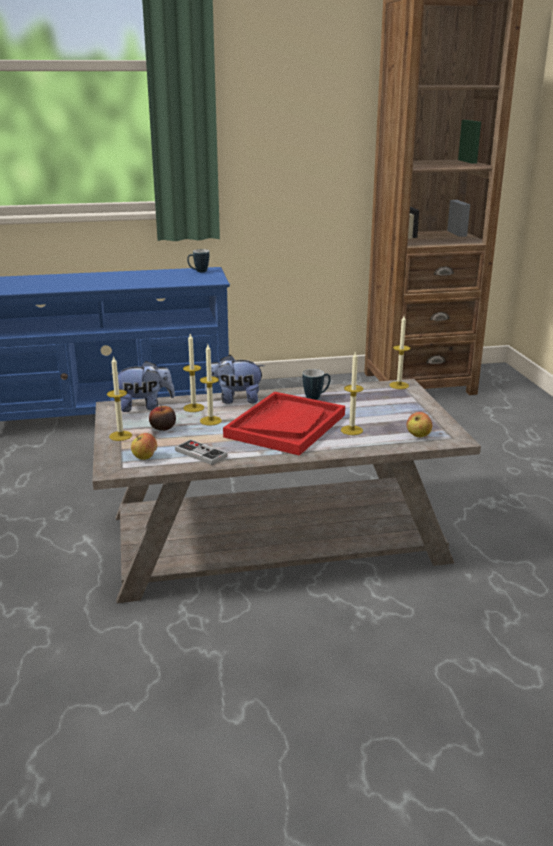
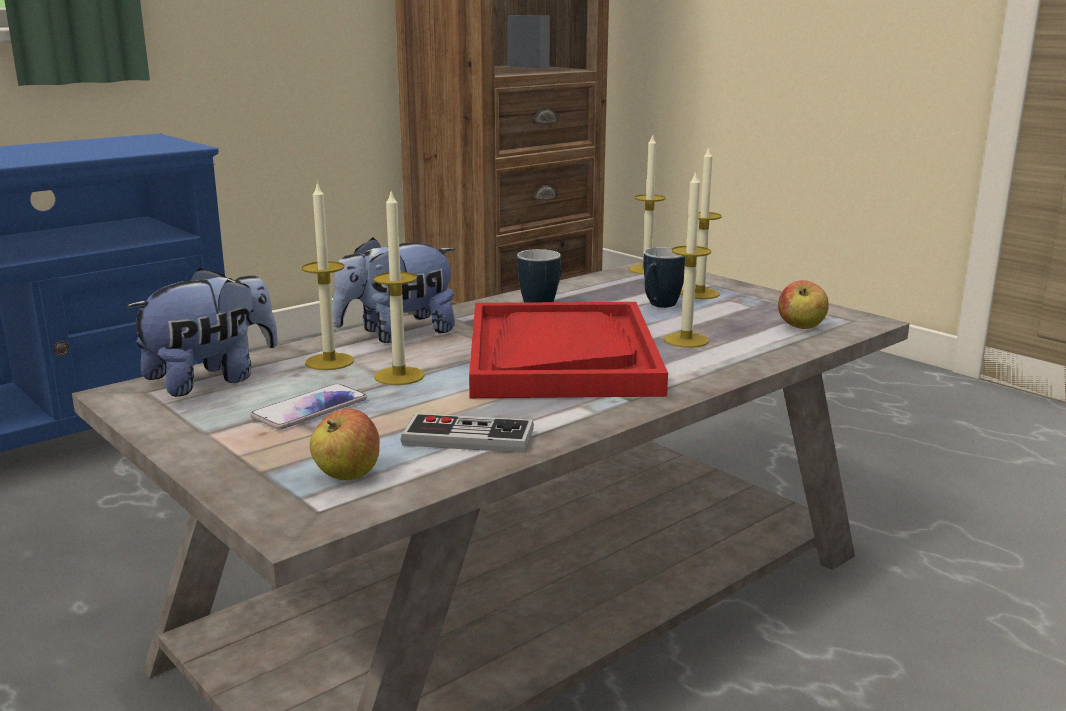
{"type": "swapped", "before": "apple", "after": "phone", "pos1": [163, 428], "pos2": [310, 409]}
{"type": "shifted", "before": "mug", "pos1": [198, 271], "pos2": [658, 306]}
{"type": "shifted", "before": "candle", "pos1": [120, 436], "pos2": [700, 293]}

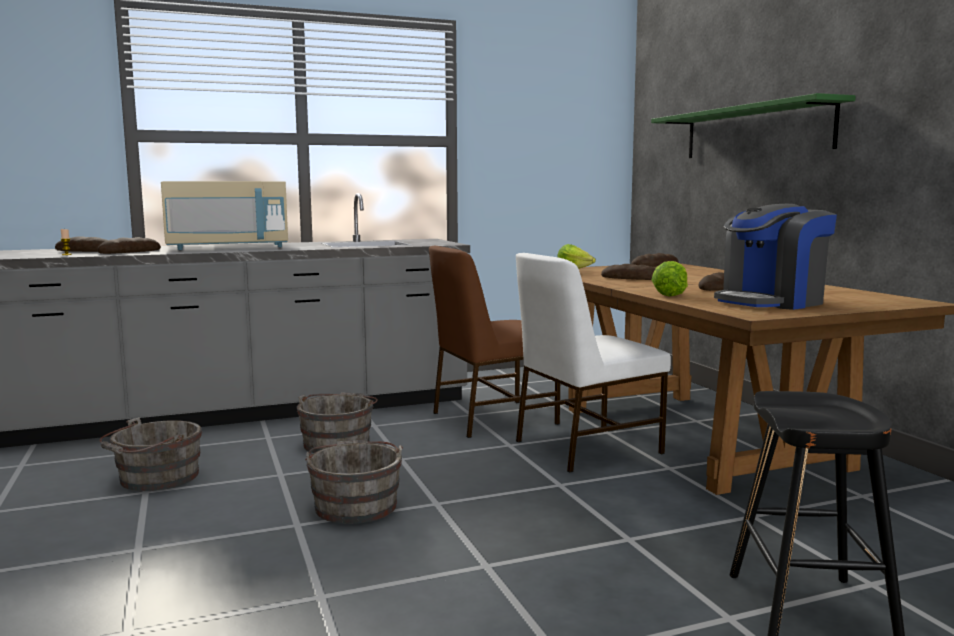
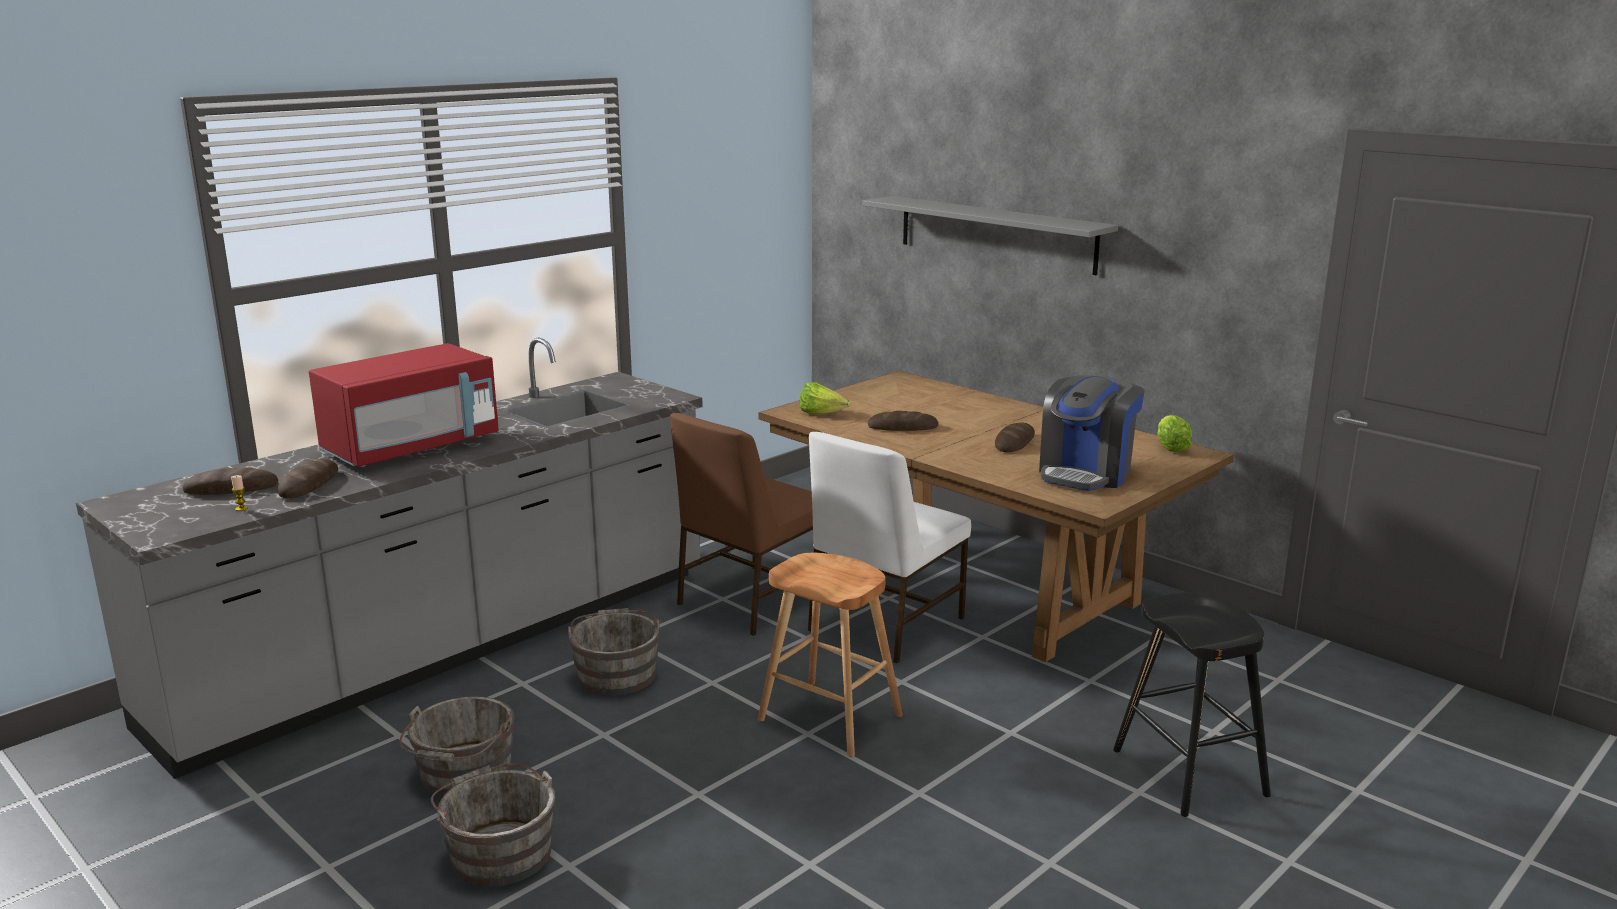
{"type": "repainted", "before": "microwave (beige)", "after": "microwave (red)", "pos1": [228, 247], "pos2": [412, 447]}
{"type": "shifted", "before": "bucket (grey)", "pos1": [355, 504], "pos2": [498, 851]}
{"type": "new", "after": "stool (brown)", "pos2": [829, 718]}
{"type": "repainted", "before": "shelf (green)", "after": "shelf (grey)", "pos1": [755, 131], "pos2": [995, 234]}
{"type": "shifted", "before": "lettuce", "pos1": [670, 295], "pos2": [1171, 448]}
{"type": "gone", "before": "bread", "pos1": [655, 265]}

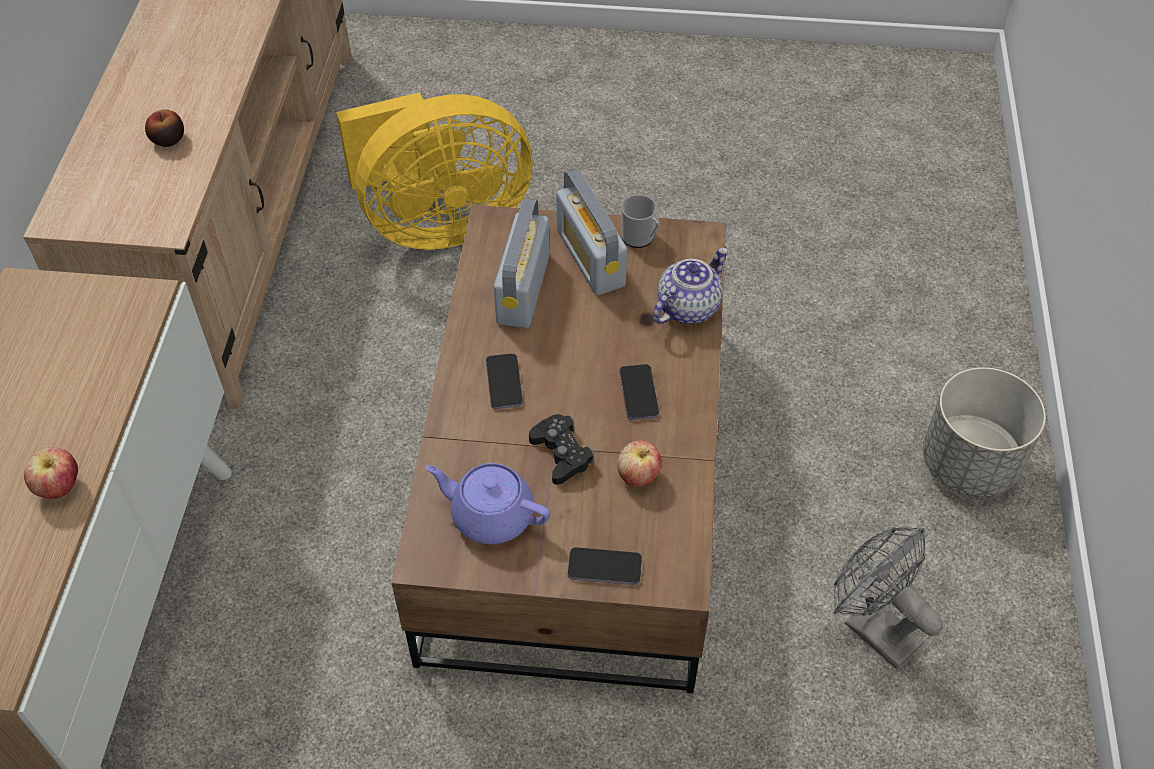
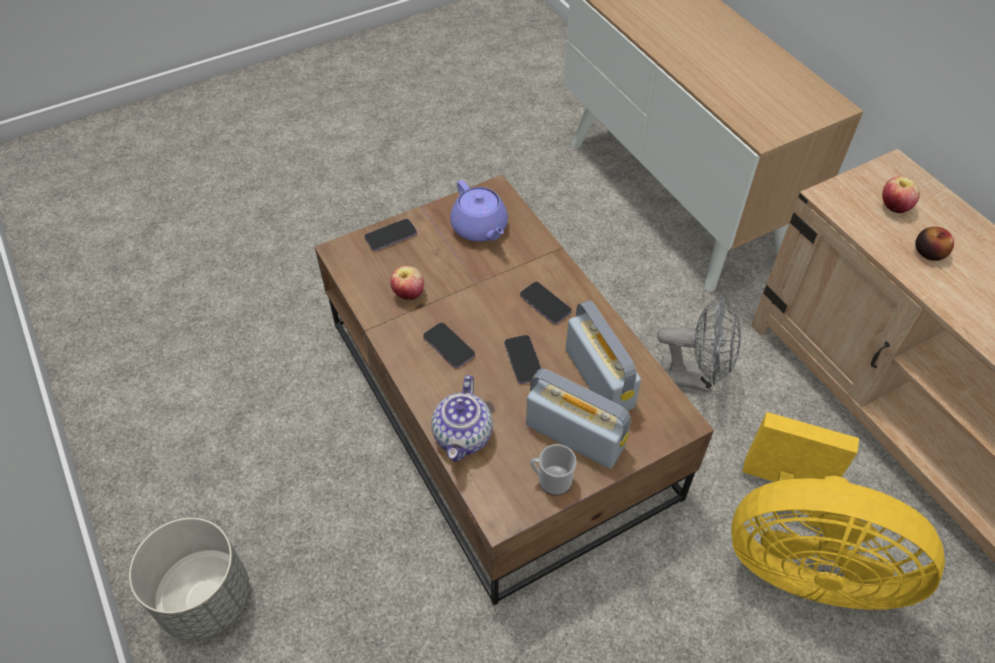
{"type": "rotated", "before": "teapot (purple)", "pos1": [490, 515], "pos2": [480, 228], "turn": 75}
{"type": "new", "after": "phone", "pos2": [523, 360]}
{"type": "shifted", "before": "fan (grey)", "pos1": [872, 627], "pos2": [693, 377]}
{"type": "rotated", "before": "fan (yellow)", "pos1": [439, 224], "pos2": [801, 560], "turn": -105}
{"type": "shifted", "before": "apple", "pos1": [59, 487], "pos2": [894, 207]}
{"type": "gone", "before": "game controller (black)", "pos1": [561, 454]}

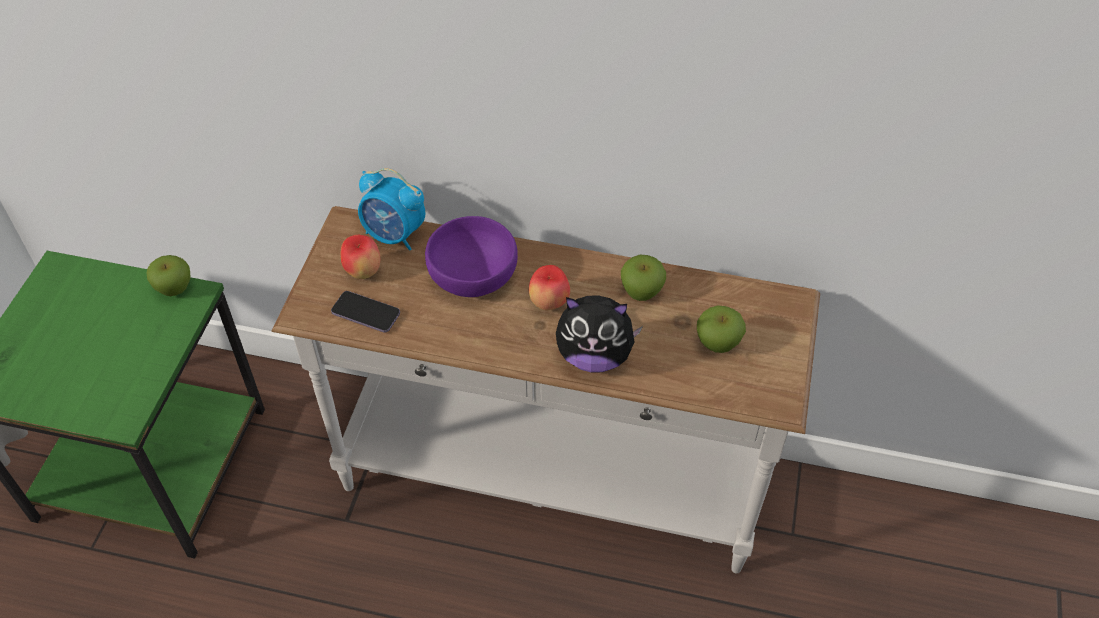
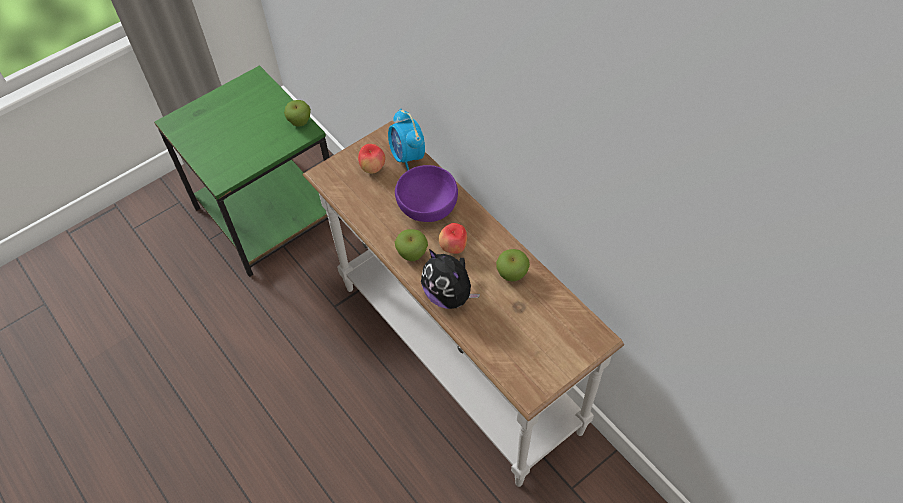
{"type": "shifted", "before": "apple", "pos1": [717, 344], "pos2": [412, 254]}
{"type": "gone", "before": "phone", "pos1": [366, 313]}

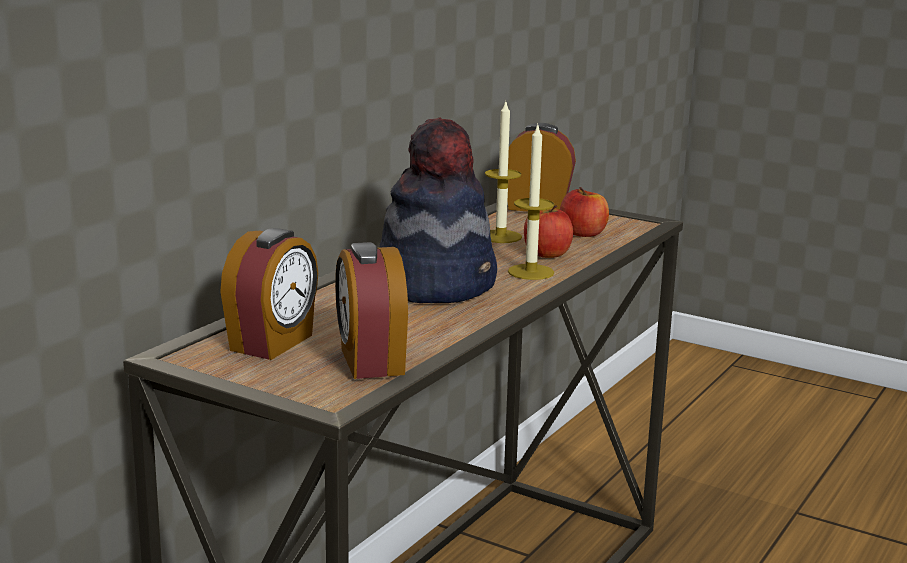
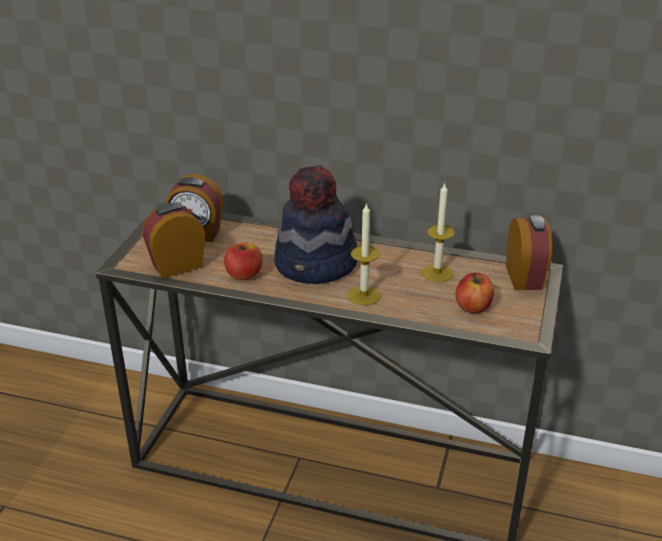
{"type": "shifted", "before": "apple", "pos1": [547, 254], "pos2": [244, 274]}

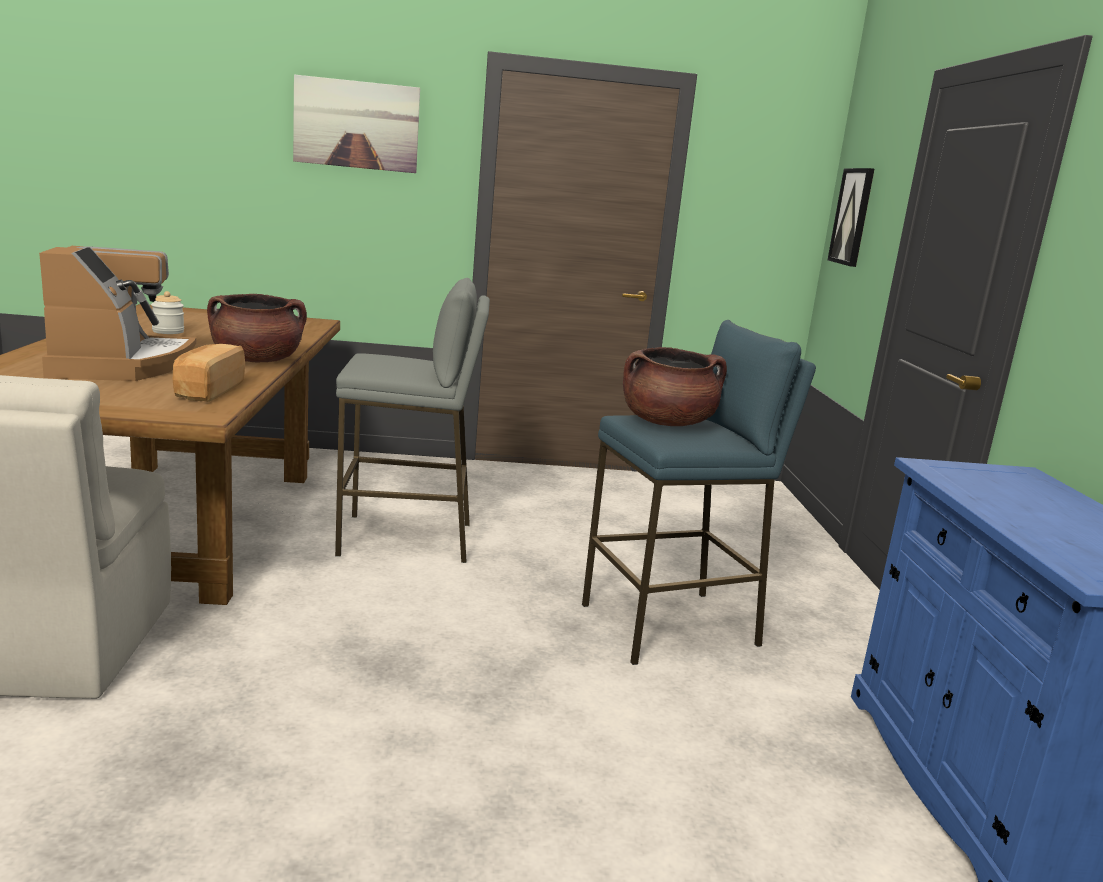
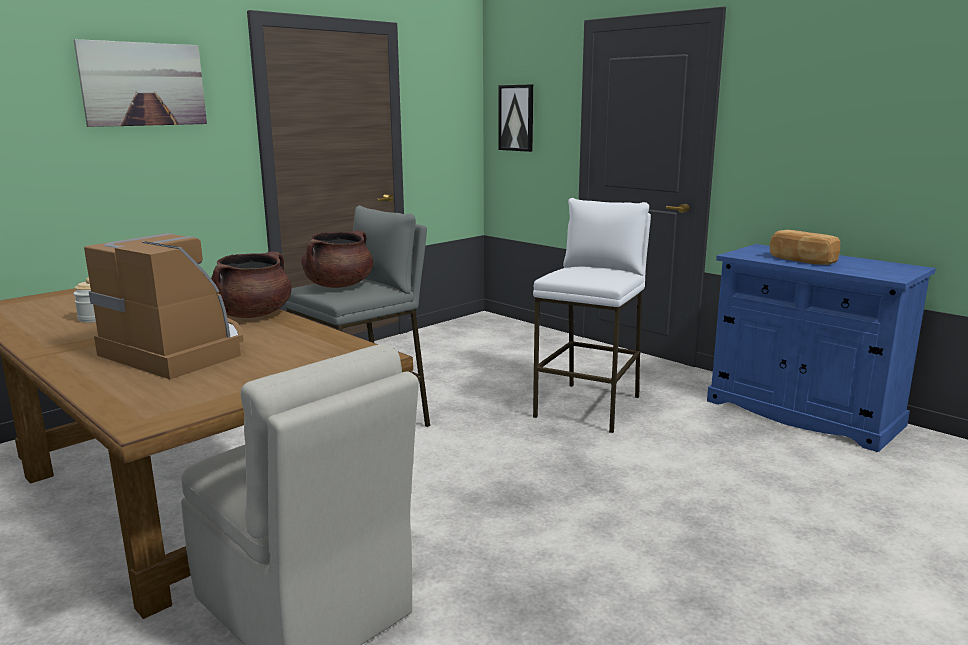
{"type": "shifted", "before": "cooking pot (brown)", "pos1": [667, 423], "pos2": [339, 285]}
{"type": "repainted", "before": "stool (blue)", "after": "stool (white)", "pos1": [671, 626], "pos2": [589, 407]}
{"type": "shifted", "before": "bread", "pos1": [207, 391], "pos2": [801, 260]}

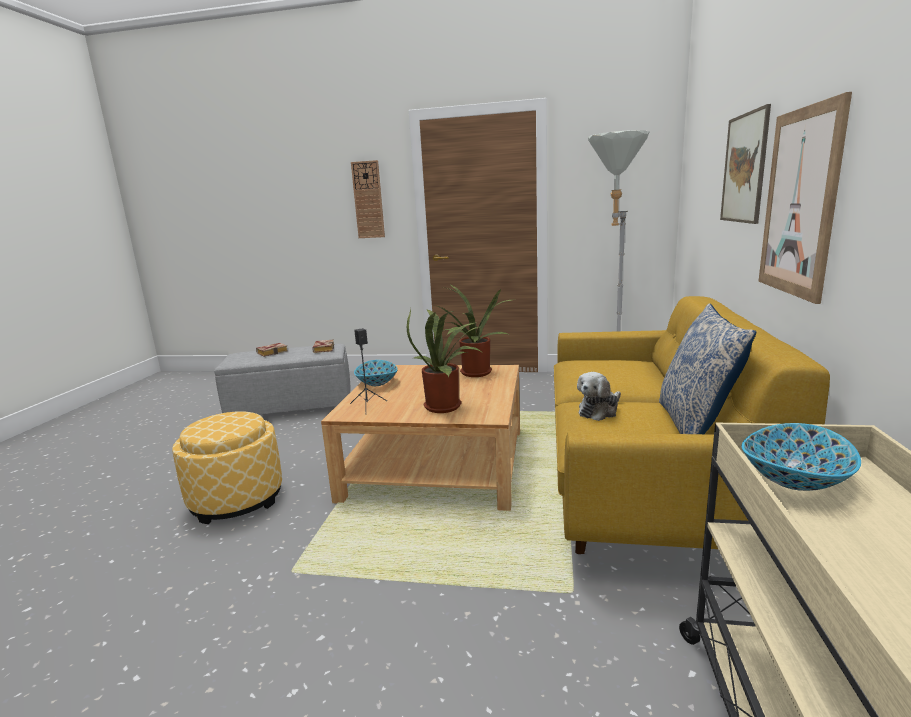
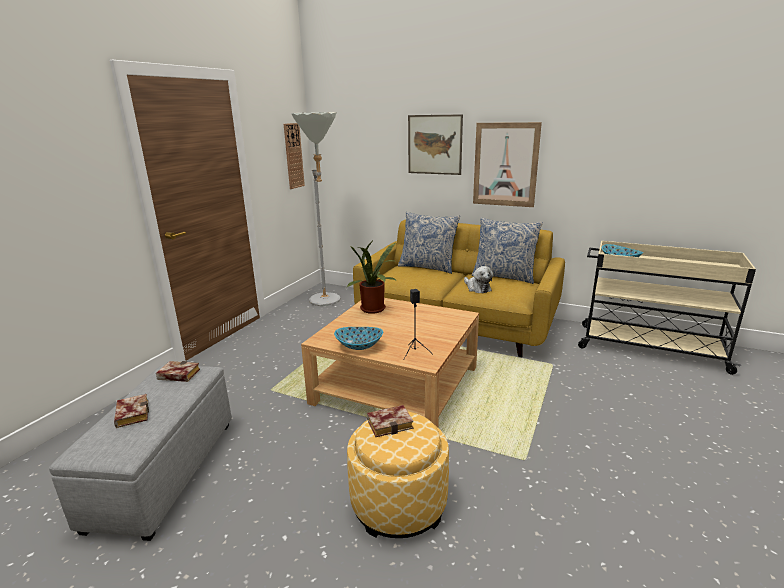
{"type": "shifted", "before": "wall clock", "pos1": [368, 200], "pos2": [293, 156]}
{"type": "new", "after": "book", "pos2": [391, 423]}
{"type": "new", "after": "pillow", "pos2": [427, 267]}
{"type": "gone", "before": "potted plant", "pos1": [447, 406]}

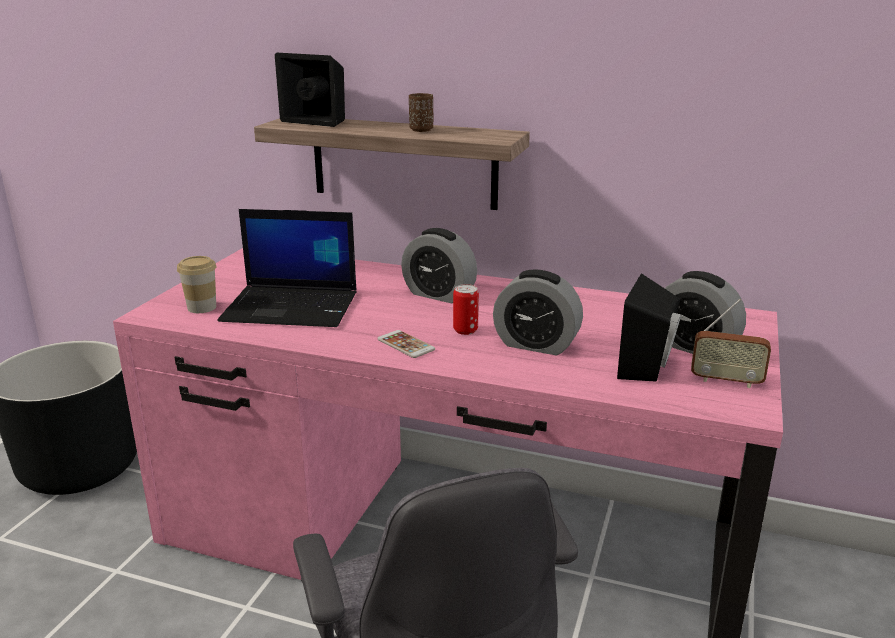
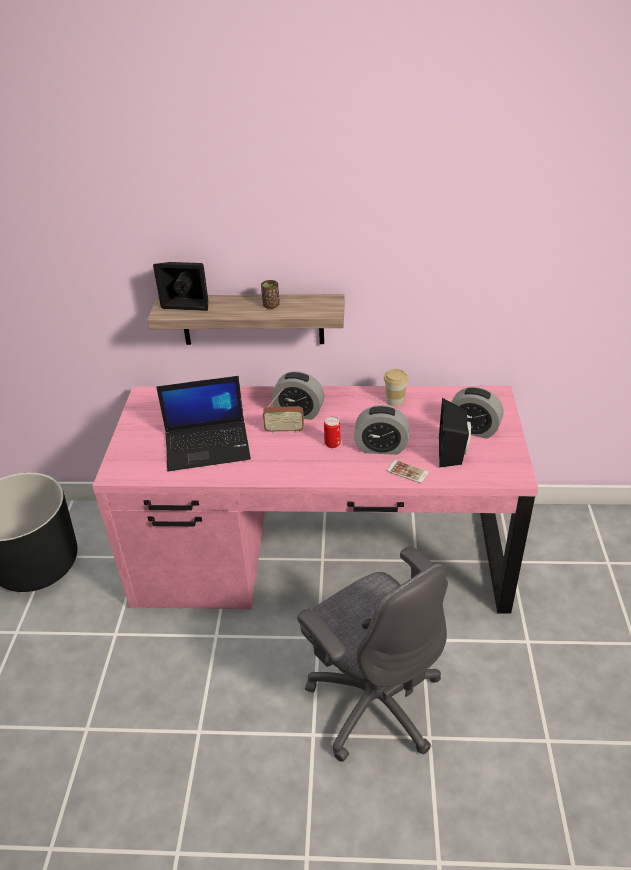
{"type": "shifted", "before": "radio", "pos1": [726, 381], "pos2": [284, 430]}
{"type": "shifted", "before": "cup", "pos1": [202, 307], "pos2": [395, 400]}
{"type": "shifted", "before": "phone", "pos1": [406, 344], "pos2": [407, 472]}

